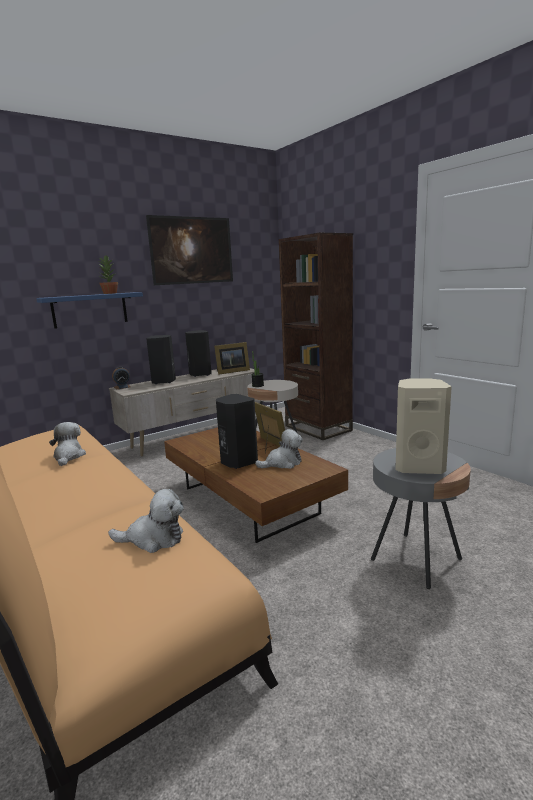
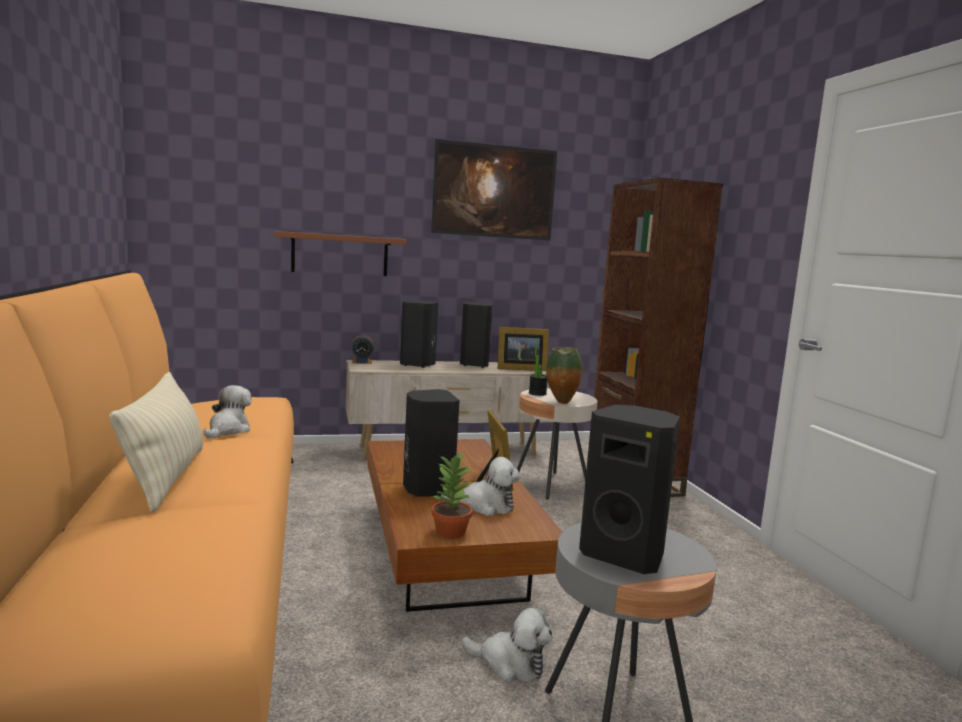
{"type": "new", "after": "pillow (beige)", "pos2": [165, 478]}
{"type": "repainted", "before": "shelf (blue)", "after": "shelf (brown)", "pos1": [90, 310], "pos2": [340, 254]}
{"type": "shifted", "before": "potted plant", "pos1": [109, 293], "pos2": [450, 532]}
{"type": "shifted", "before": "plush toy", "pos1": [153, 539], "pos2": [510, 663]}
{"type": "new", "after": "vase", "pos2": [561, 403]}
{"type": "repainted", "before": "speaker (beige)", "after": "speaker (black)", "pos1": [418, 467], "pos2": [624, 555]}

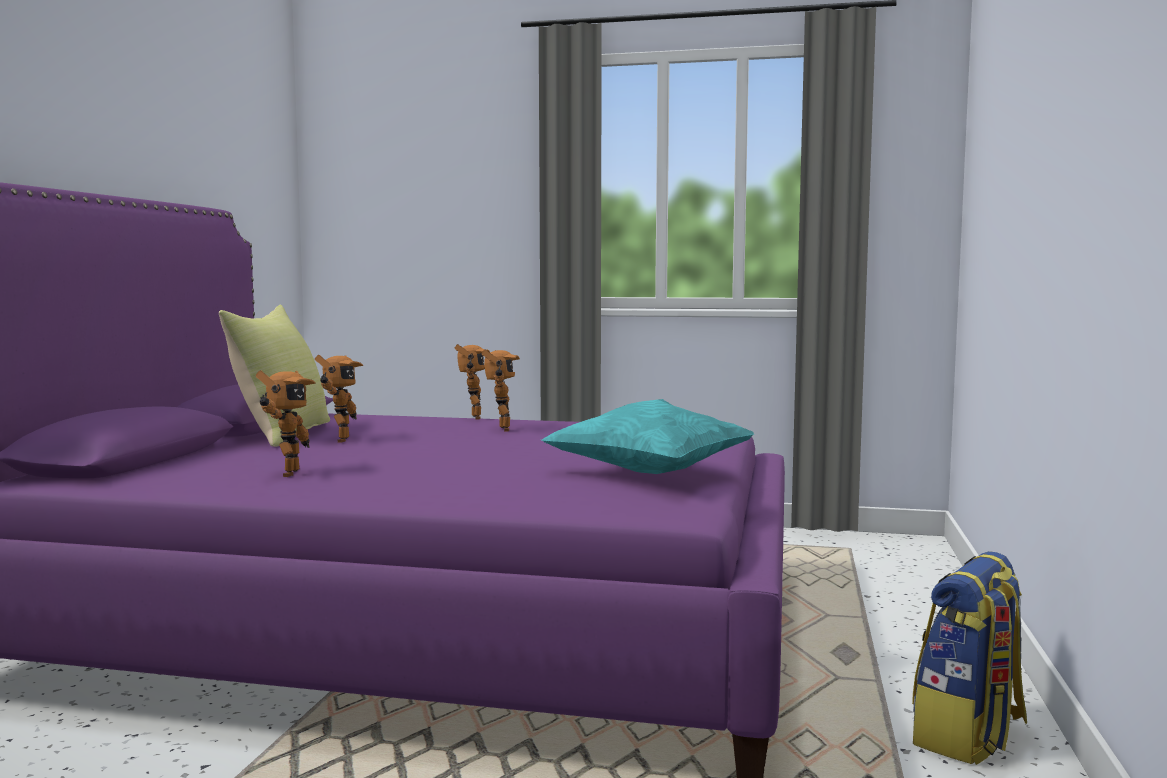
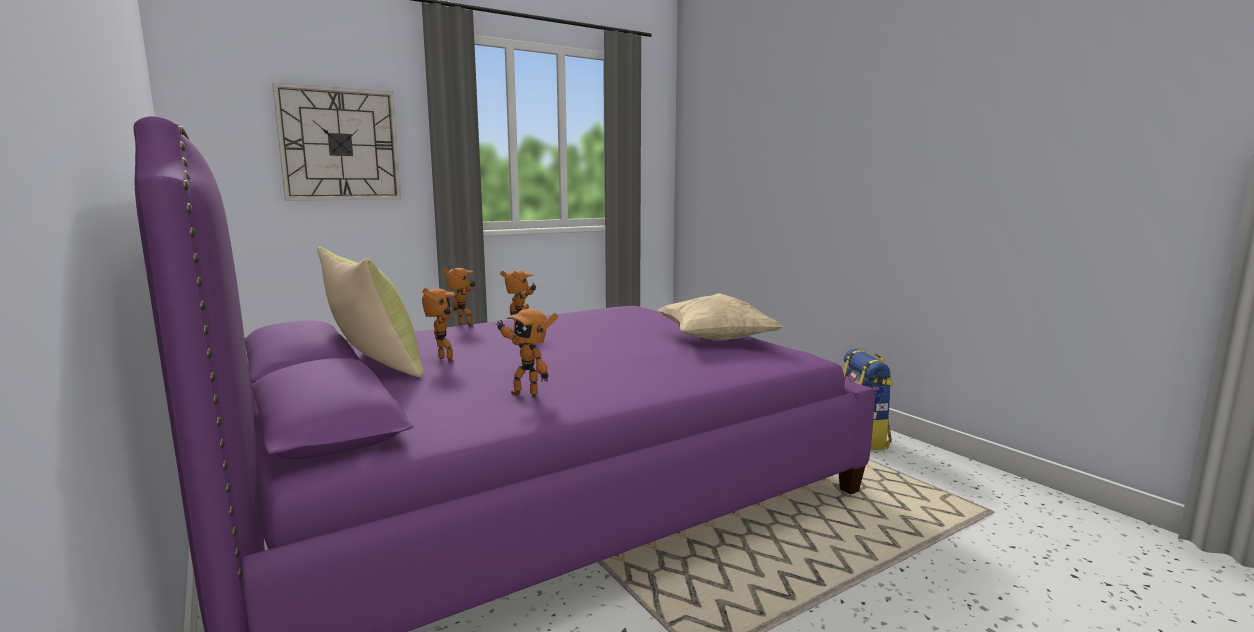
{"type": "new", "after": "wall clock", "pos2": [340, 144]}
{"type": "rotated", "before": "toy robot", "pos1": [286, 473], "pos2": [526, 393], "turn": 150}
{"type": "repainted", "before": "pillow (turquoise)", "after": "pillow (beige)", "pos1": [649, 474], "pos2": [716, 340]}

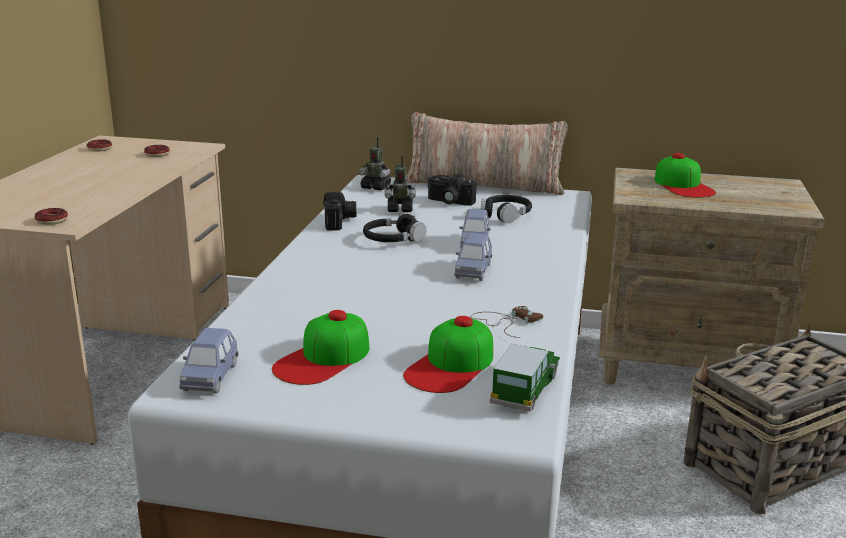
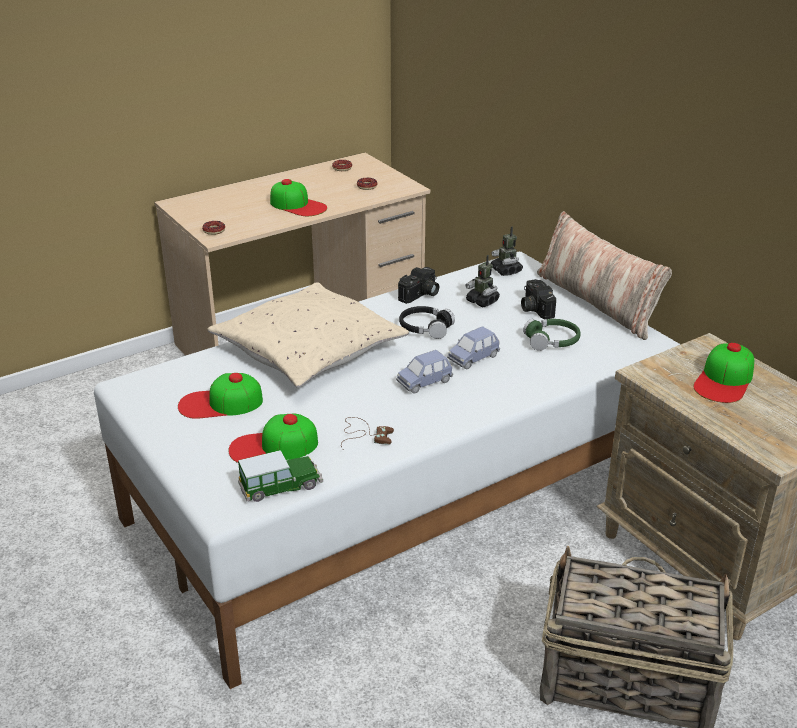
{"type": "new", "after": "pillow (beige)", "pos2": [309, 350]}
{"type": "new", "after": "cap", "pos2": [298, 205]}
{"type": "repainted", "before": "headphones (black)", "after": "headphones (green)", "pos1": [505, 215], "pos2": [552, 341]}
{"type": "gone", "before": "toy car (blue)", "pos1": [210, 378]}

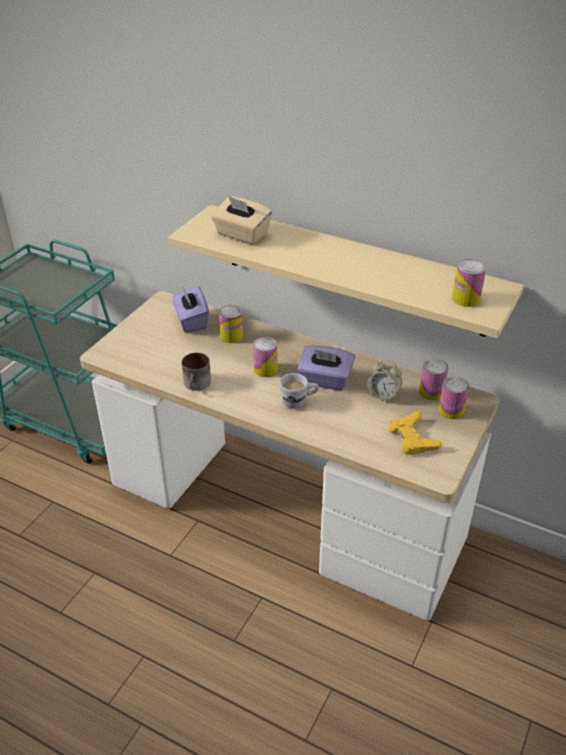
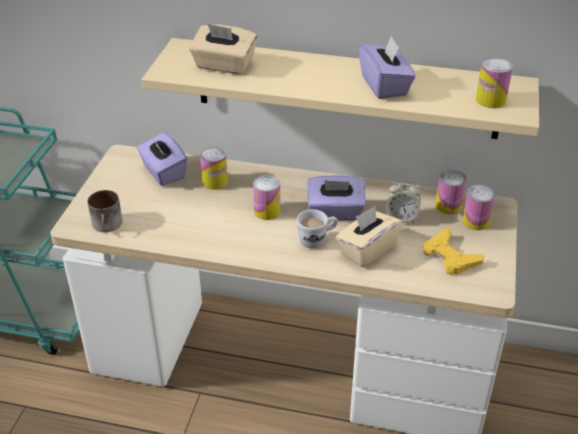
{"type": "shifted", "before": "mug", "pos1": [197, 384], "pos2": [108, 225]}
{"type": "new", "after": "tissue box (beige)", "pos2": [367, 250]}
{"type": "new", "after": "tissue box (purple)", "pos2": [385, 85]}

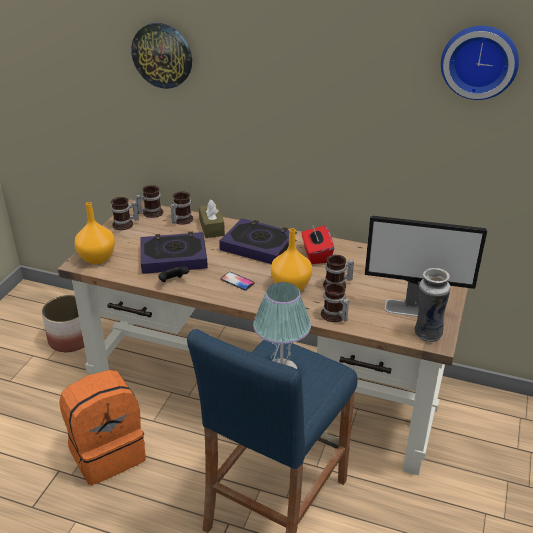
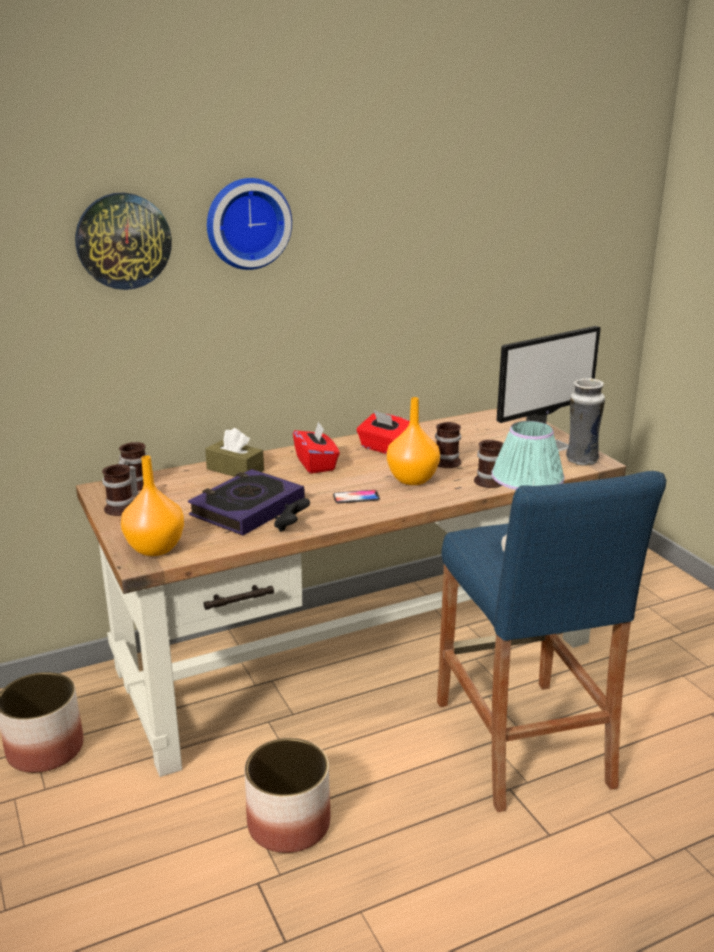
{"type": "shifted", "before": "wall clock", "pos1": [479, 61], "pos2": [247, 223]}
{"type": "swapped", "before": "backpack (orange)", "after": "planter", "pos1": [107, 453], "pos2": [288, 823]}
{"type": "swapped", "before": "book", "after": "tissue box (red)", "pos1": [258, 246], "pos2": [316, 464]}
{"type": "gone", "before": "mug", "pos1": [180, 220]}

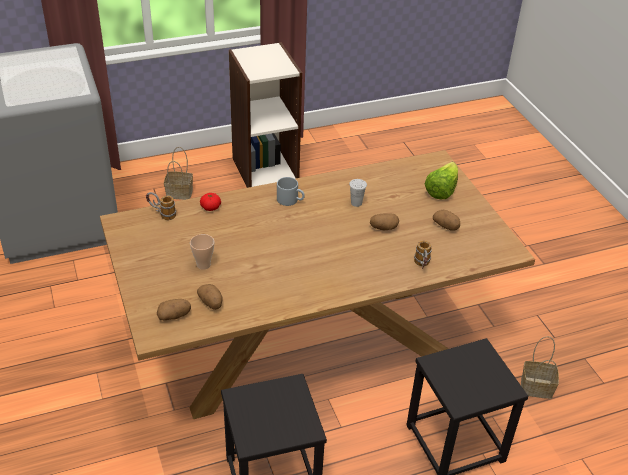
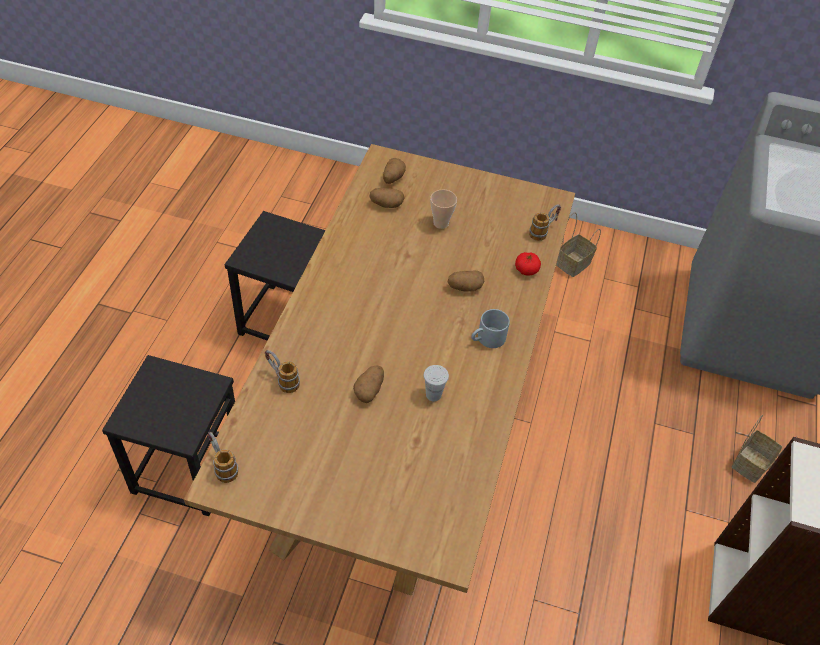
{"type": "new", "after": "mug", "pos2": [222, 465]}
{"type": "shifted", "before": "potato", "pos1": [446, 226], "pos2": [465, 287]}
{"type": "shifted", "before": "basket", "pos1": [535, 388], "pos2": [573, 263]}
{"type": "gone", "before": "lettuce", "pos1": [441, 190]}

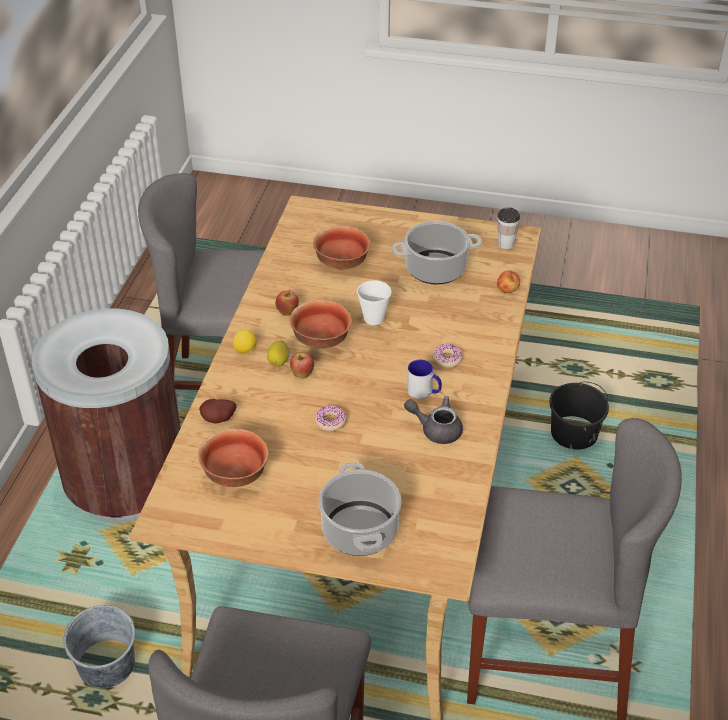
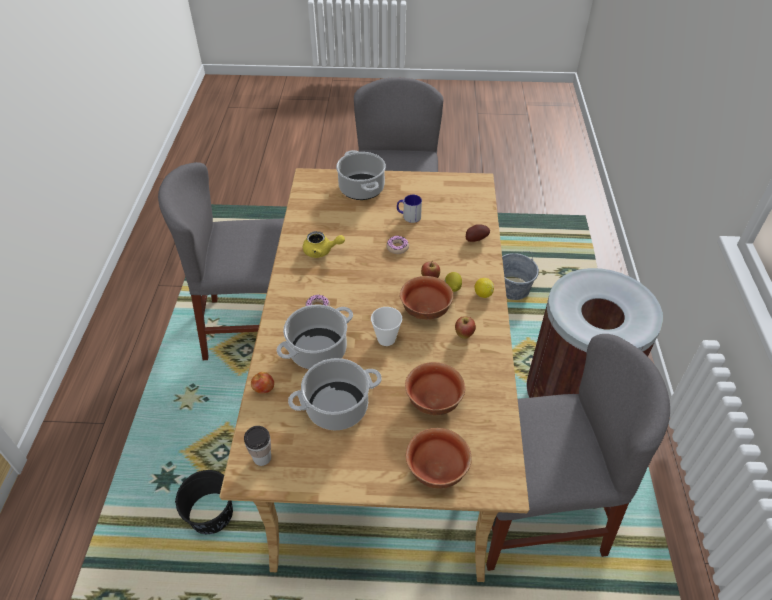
{"type": "new", "after": "cooking pot", "pos2": [317, 351]}
{"type": "repainted", "before": "teapot (grey)", "after": "teapot (yellow)", "pos1": [436, 429], "pos2": [321, 251]}
{"type": "shifted", "before": "mug", "pos1": [424, 392], "pos2": [408, 216]}
{"type": "shifted", "before": "bowl", "pos1": [236, 474], "pos2": [436, 471]}

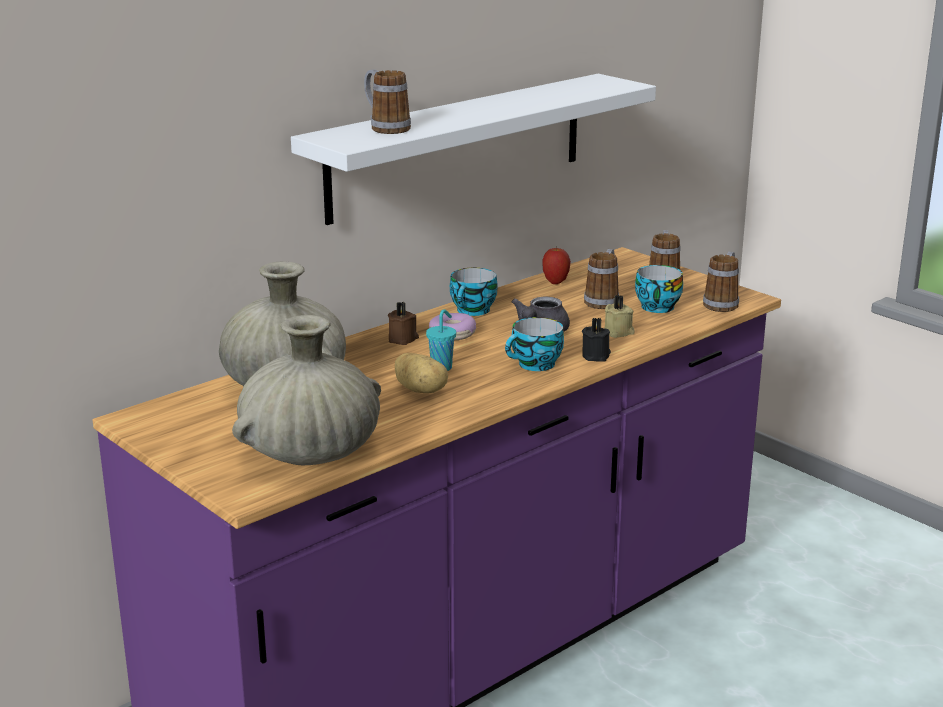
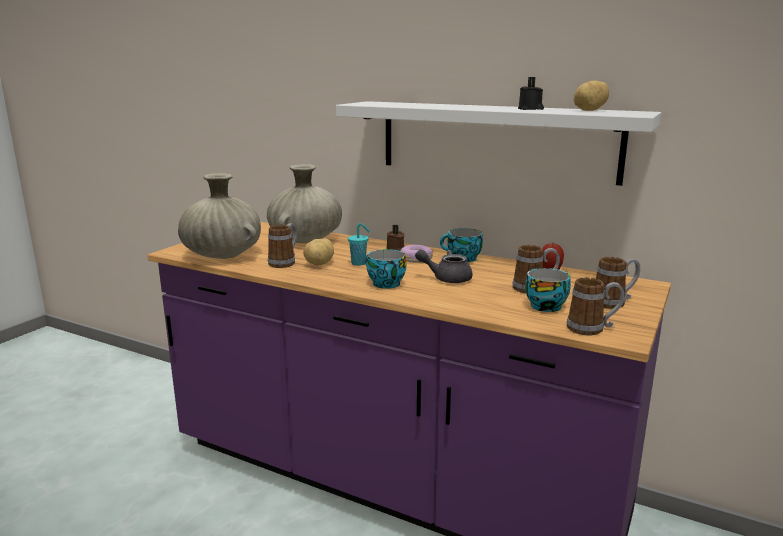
{"type": "shifted", "before": "mug", "pos1": [385, 127], "pos2": [285, 262]}
{"type": "shifted", "before": "candle (black)", "pos1": [597, 355], "pos2": [530, 109]}
{"type": "new", "after": "potato", "pos2": [588, 110]}
{"type": "gone", "before": "candle (beige)", "pos1": [619, 332]}

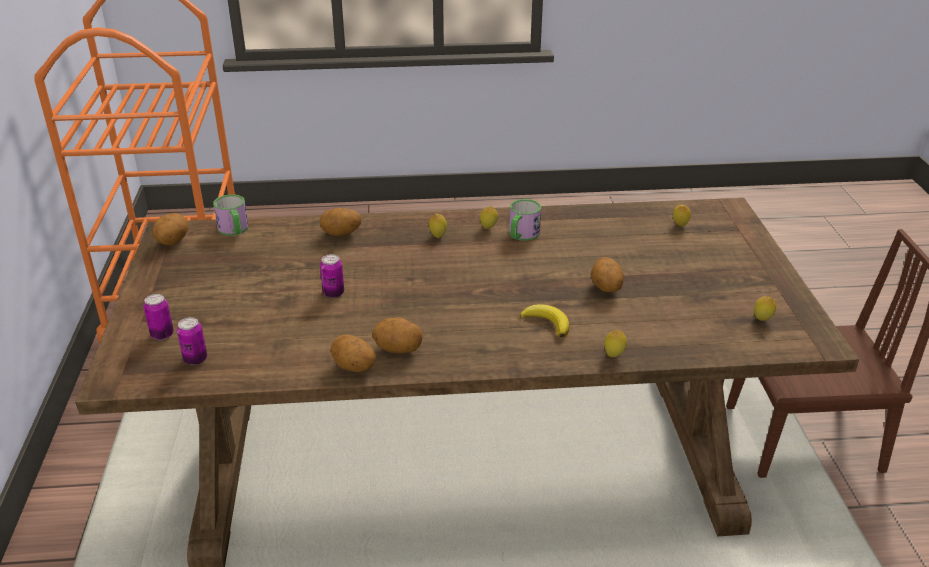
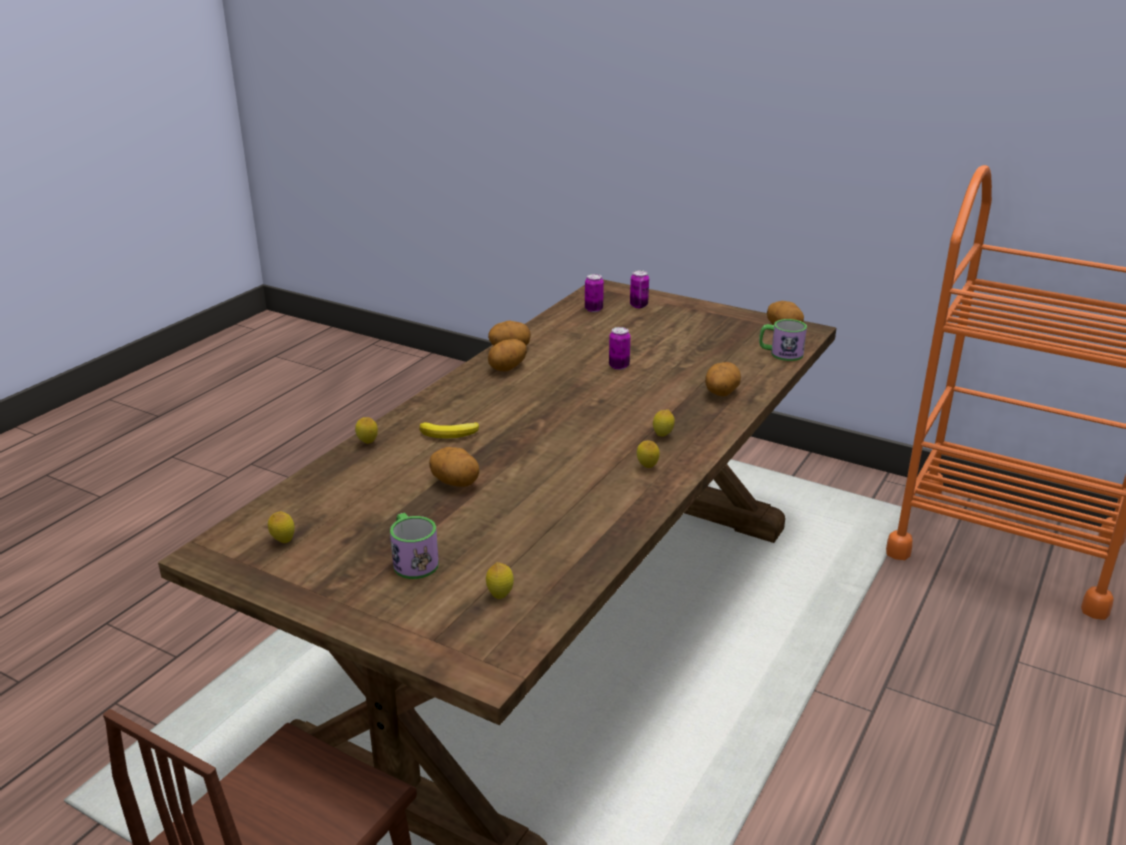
{"type": "shifted", "before": "mug", "pos1": [521, 235], "pos2": [412, 560]}

